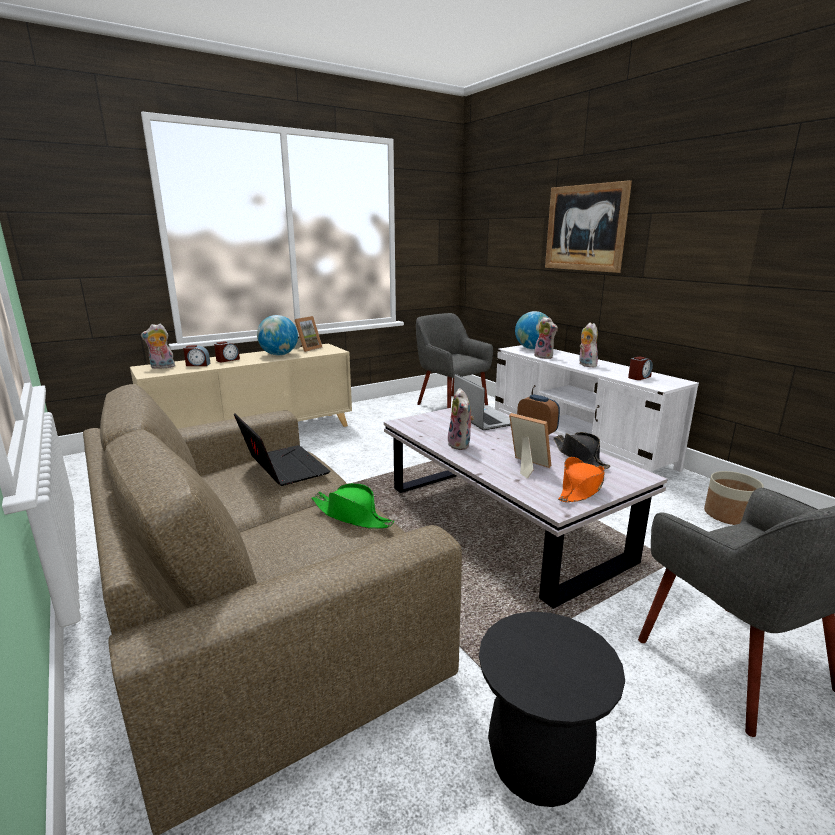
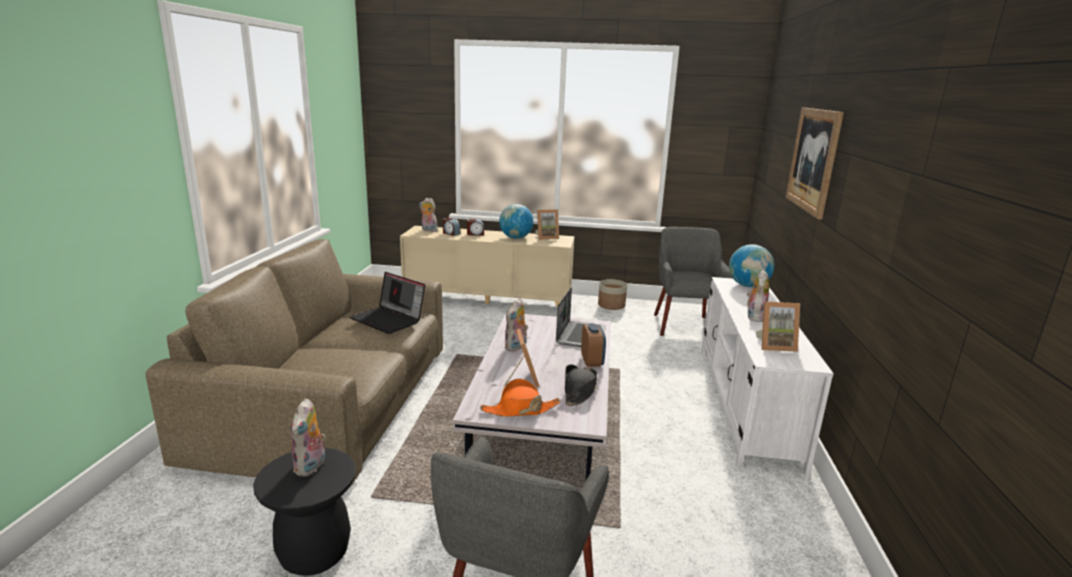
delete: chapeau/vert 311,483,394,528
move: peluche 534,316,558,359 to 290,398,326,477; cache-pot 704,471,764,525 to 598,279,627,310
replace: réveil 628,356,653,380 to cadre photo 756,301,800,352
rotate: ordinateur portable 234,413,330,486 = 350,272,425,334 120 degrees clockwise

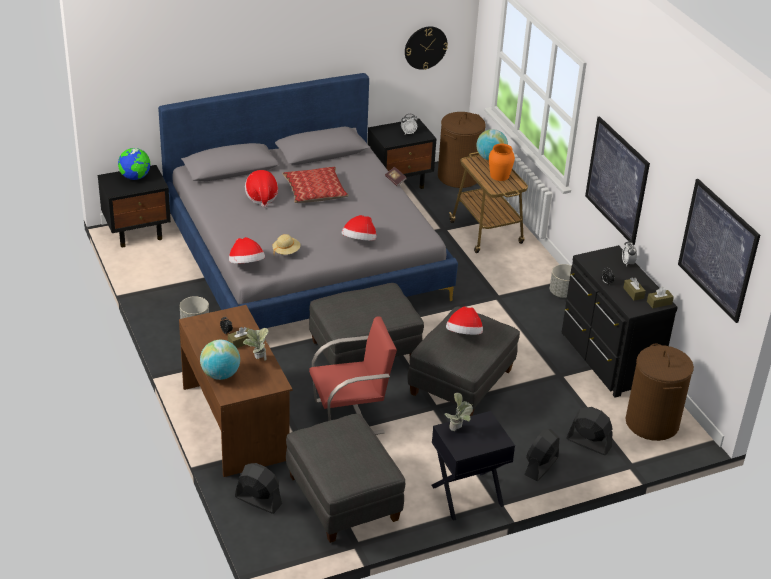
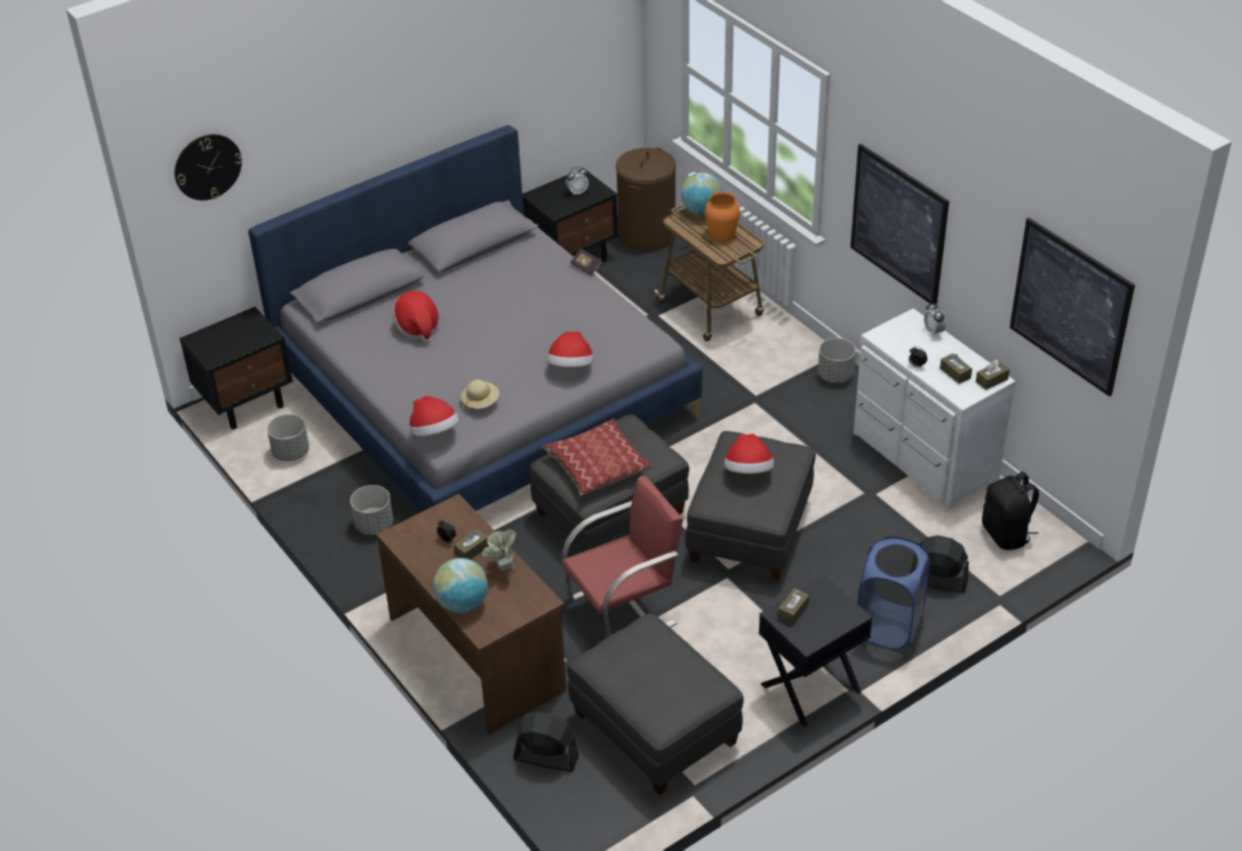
delete: globe 118,148,150,180
insert: cache-pot/gris 267,414,309,461
move: coussin 282,167,349,203 to 542,418,653,496; horloge murale 405,26,448,70 to 175,134,242,200
replace: plante en pot 444,392,473,431 to boîte à mouchoirs/marron 778,588,809,625; ventilateur/noir 524,429,559,481 to panier à linge/bleu 857,536,931,650; panier à linge/marron 625,343,694,441 to sac à dos/noir 982,472,1039,550
recolor: commode/noir 562,245,678,398 to commode/blanc 854,308,1016,509

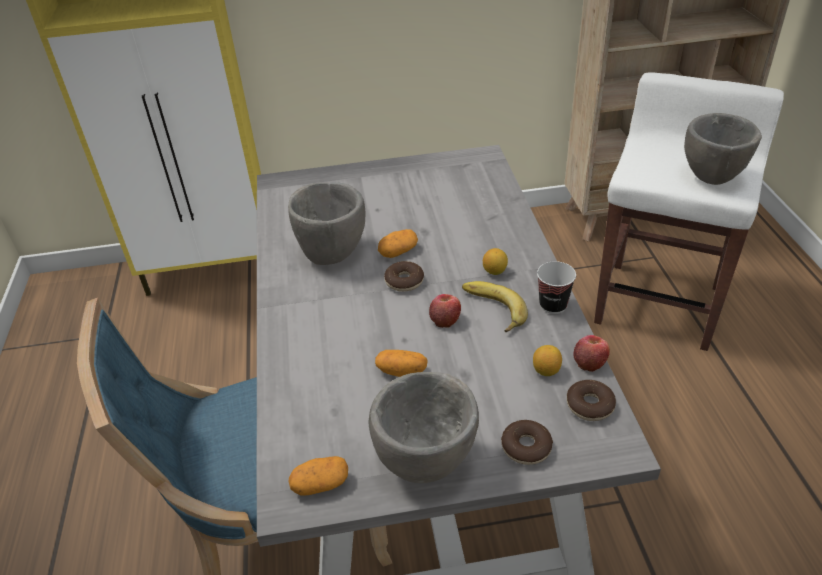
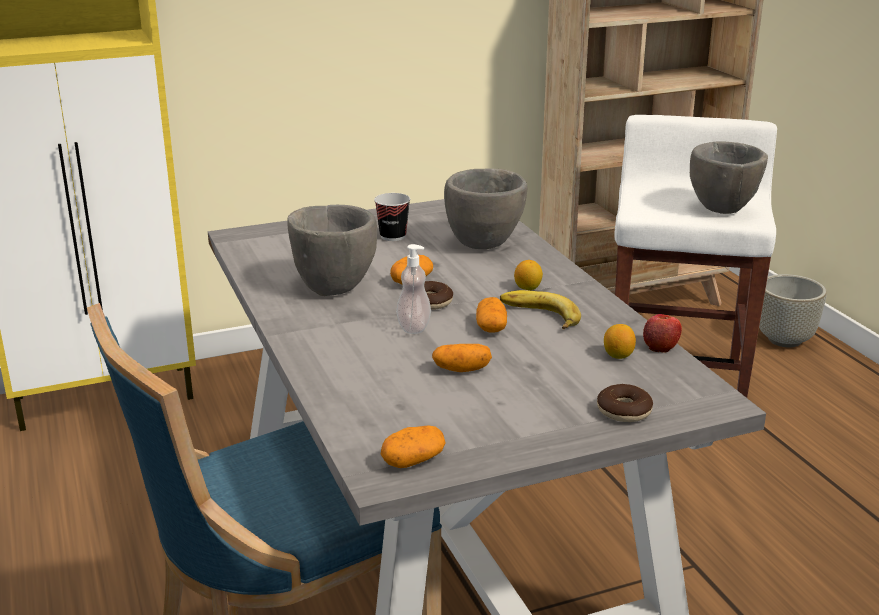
delete: beignet 567,380,616,421
insert: distributeur de savon 396,244,431,334; cache-pot/gris 759,274,827,347
move: bol/gris 368,372,479,483 to 444,168,527,249; tasse 537,261,576,314 to 374,193,410,241
replace: pomme 429,294,461,328 to pomme de terre 476,297,507,333

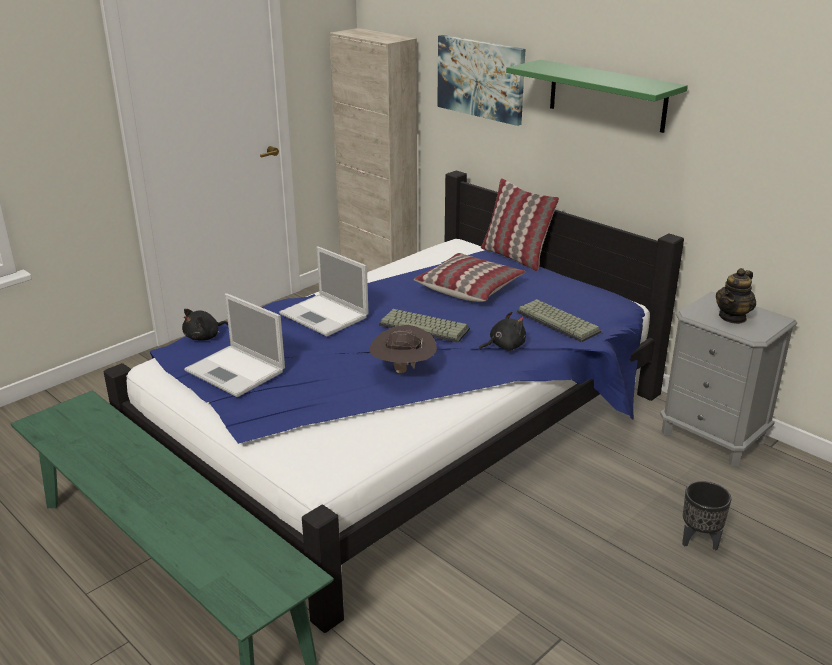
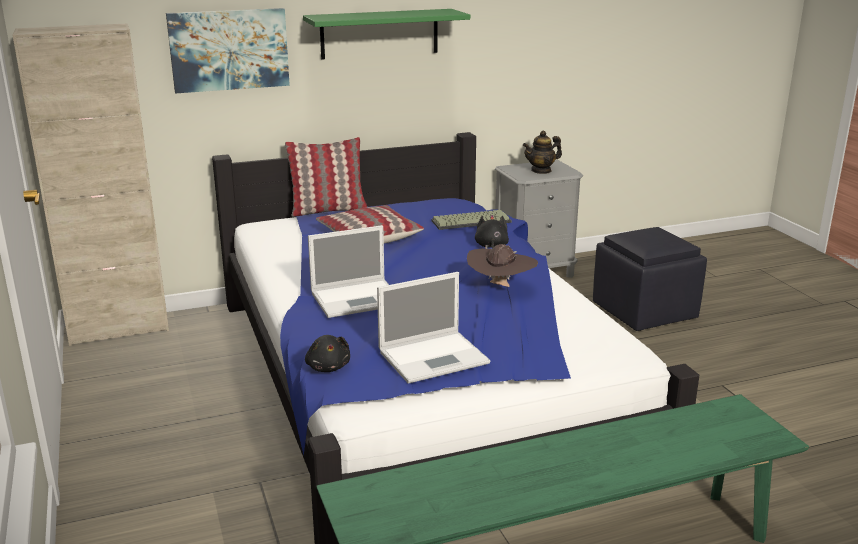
delete: clavier 379,309,470,343
replace: cache-pot/noir 682,481,731,550 to pouf/noir 593,227,707,331
rotate: théière 716,268,756,324 = 523,131,562,174 90 degrees clockwise

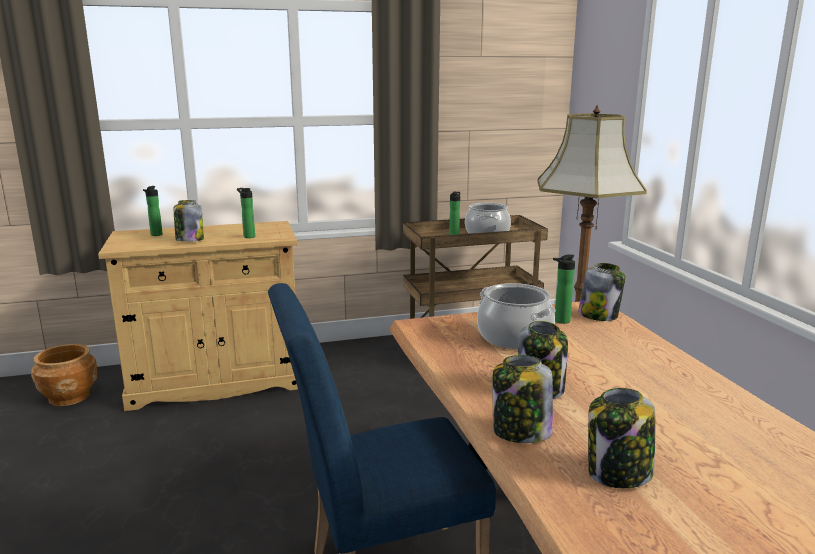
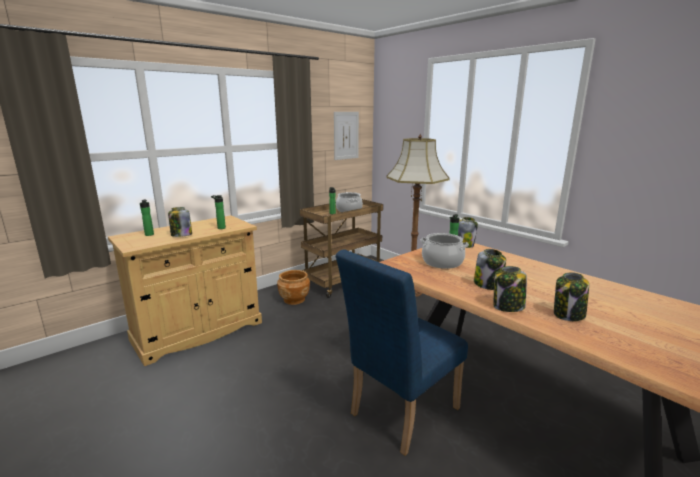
insert: tableau 334,112,359,160
move: cache-pot/marron 31,344,97,406 to 277,270,310,305

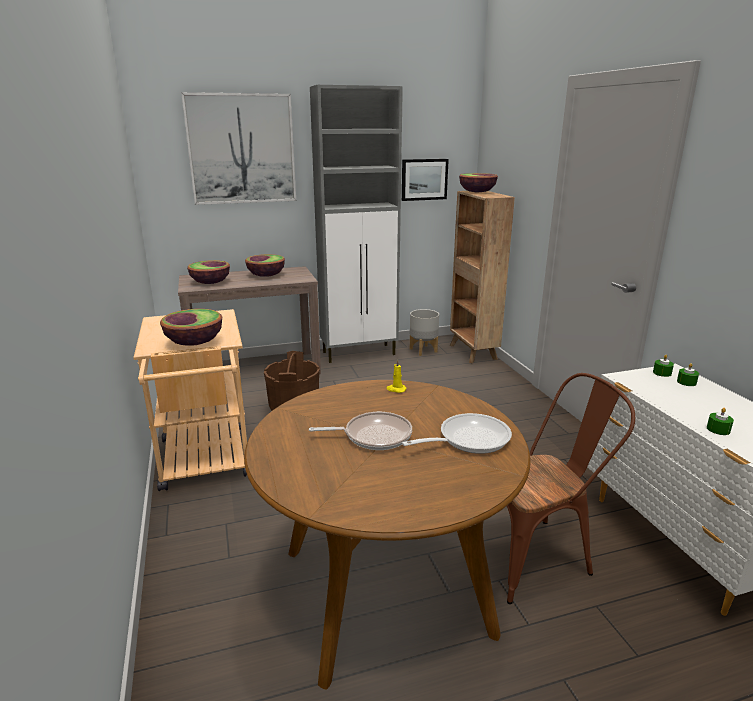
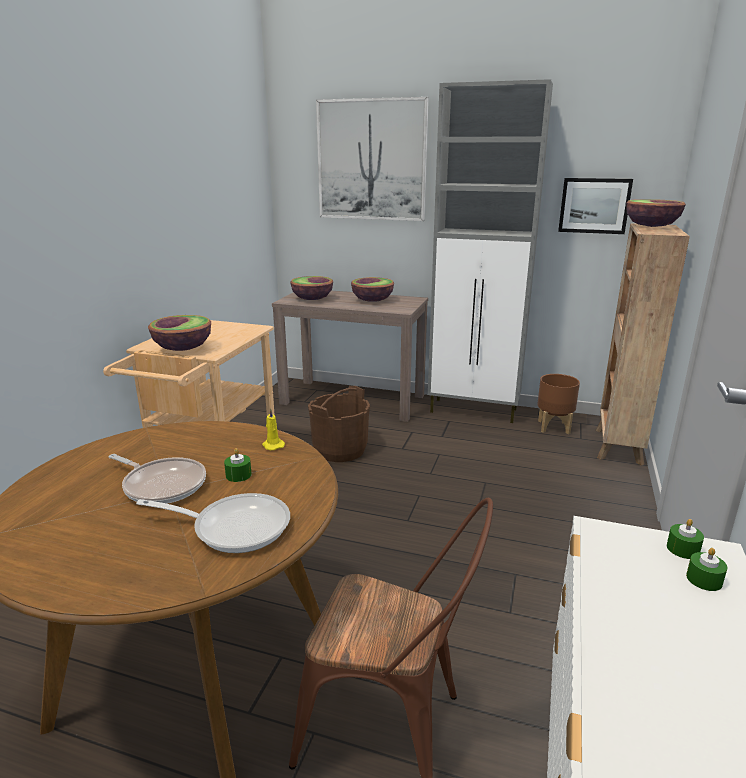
move: bougie/vert 707,408,734,435 to 224,448,252,482
recolor: cache-pot/gris 410,309,439,356 to cache-pot/marron 537,374,580,434

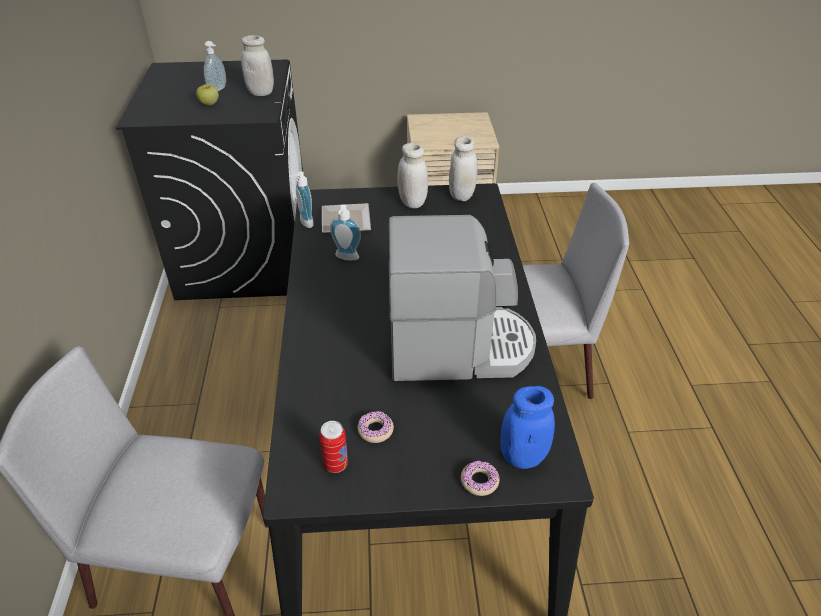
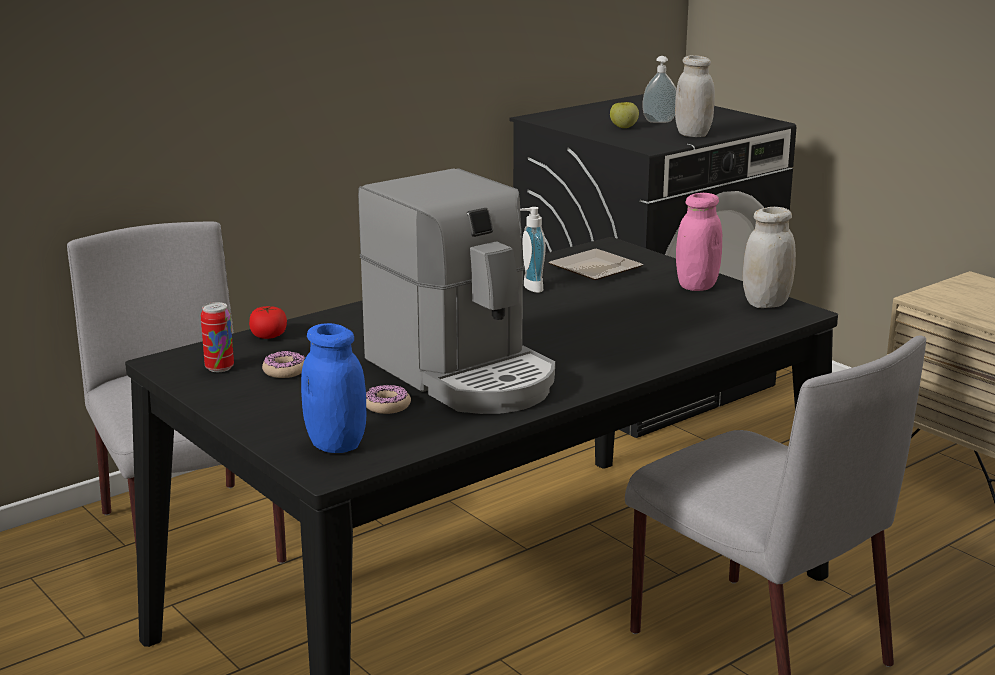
delete: distributeur de savon 289,171,314,228
insert: tomate 249,306,287,339
move: beignet 461,461,500,496 to 366,384,411,414
recolor: bocal/blanc 397,143,428,208 to bocal/rose 676,193,722,291

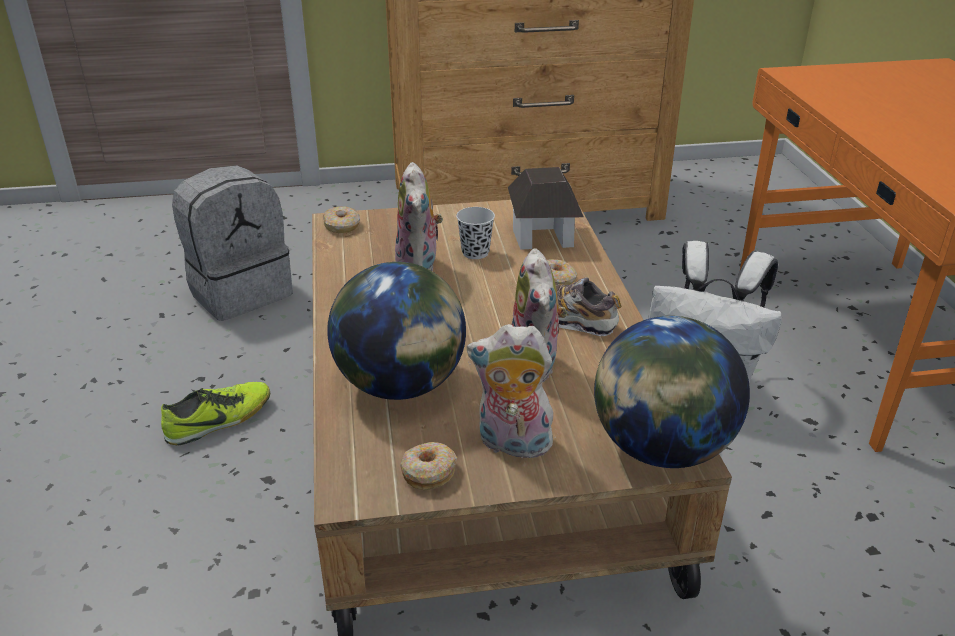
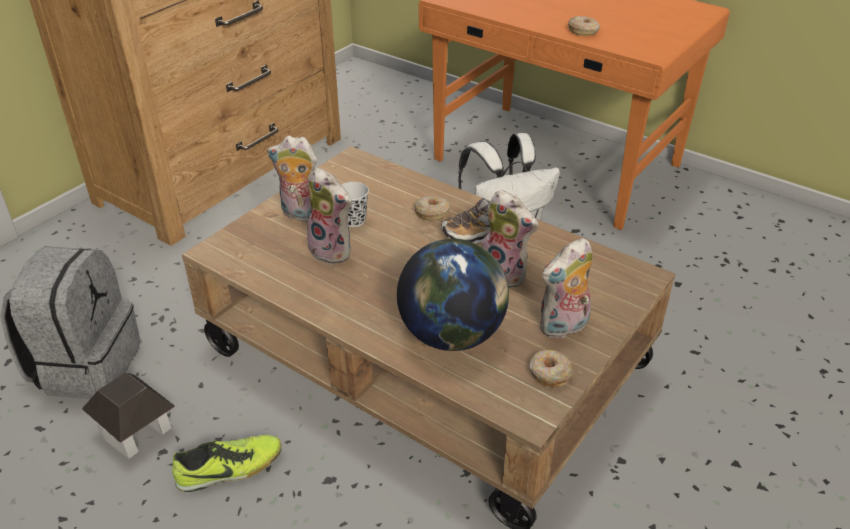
delete: globe 594,316,750,468
insert: peluche 267,136,317,222
move: beignet 323,206,360,233 to 568,16,600,36; maison miniature 508,167,584,250 to 82,372,175,459
rotate: chaussure 161,382,270,445 = 172,435,281,492 60 degrees clockwise

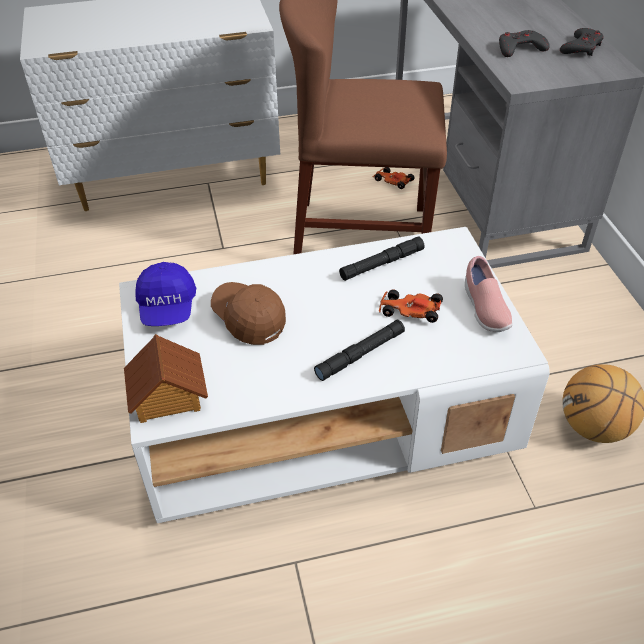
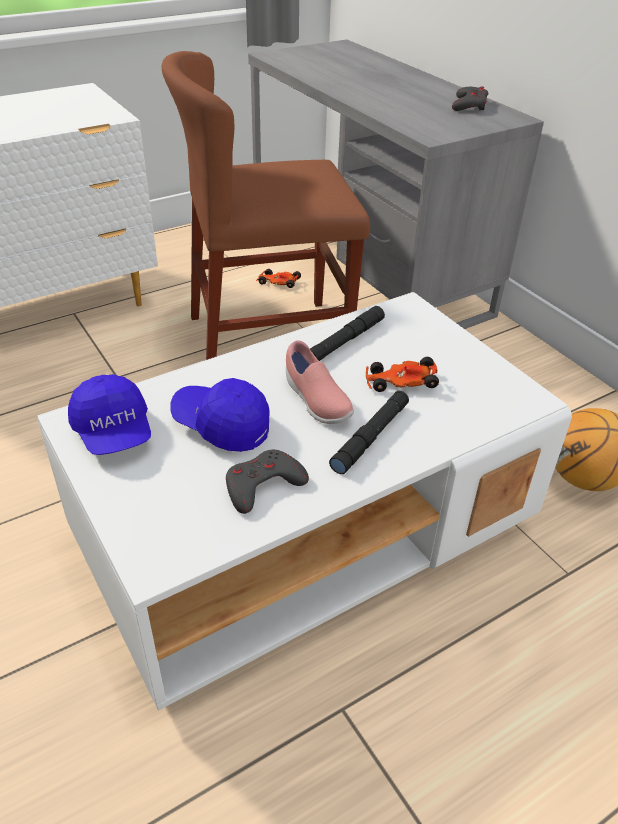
delete: maison miniature 124,334,208,423
move: chaussure/rose 465,256,513,332 to 286,340,354,424; manette/gris 499,30,550,57 to 226,450,309,514
recolor: casquette/marron 211,282,286,345 to casquette/bleu 170,378,270,452

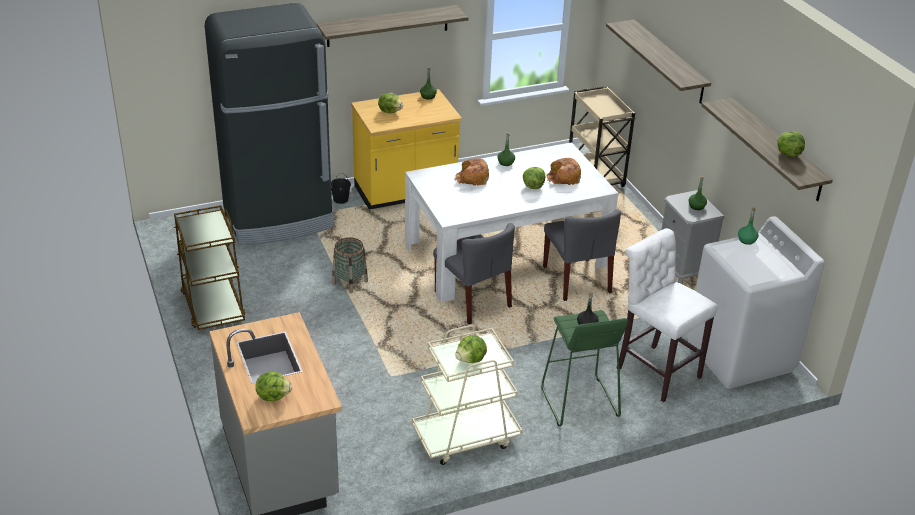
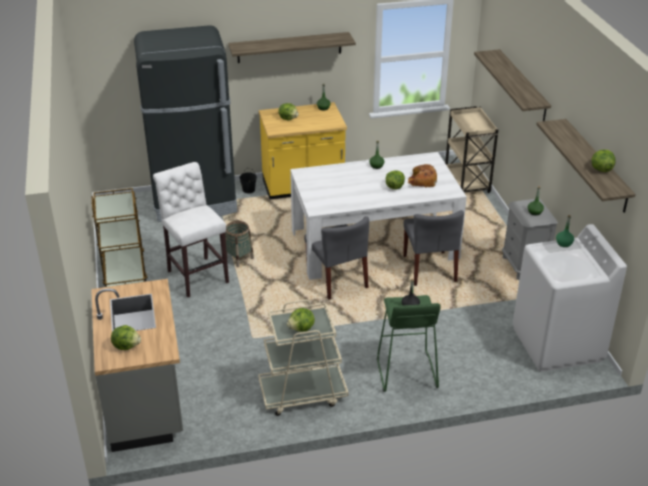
delete: pain 454,158,489,186
move: tabouret/blanc 619,228,718,402 to 153,162,229,297

